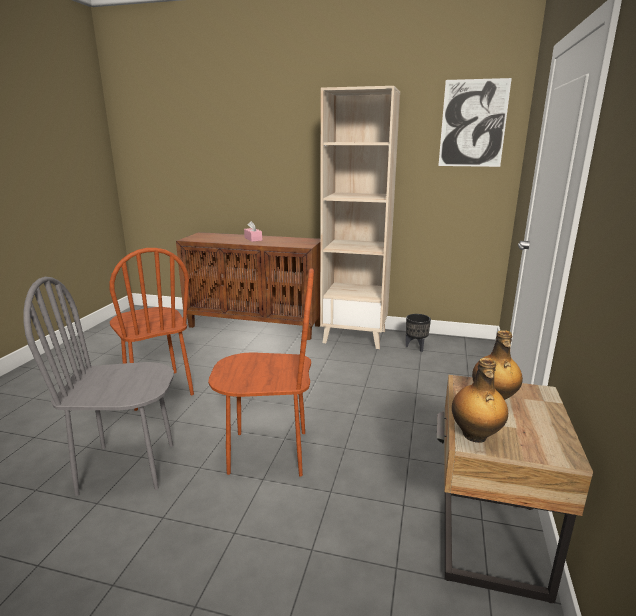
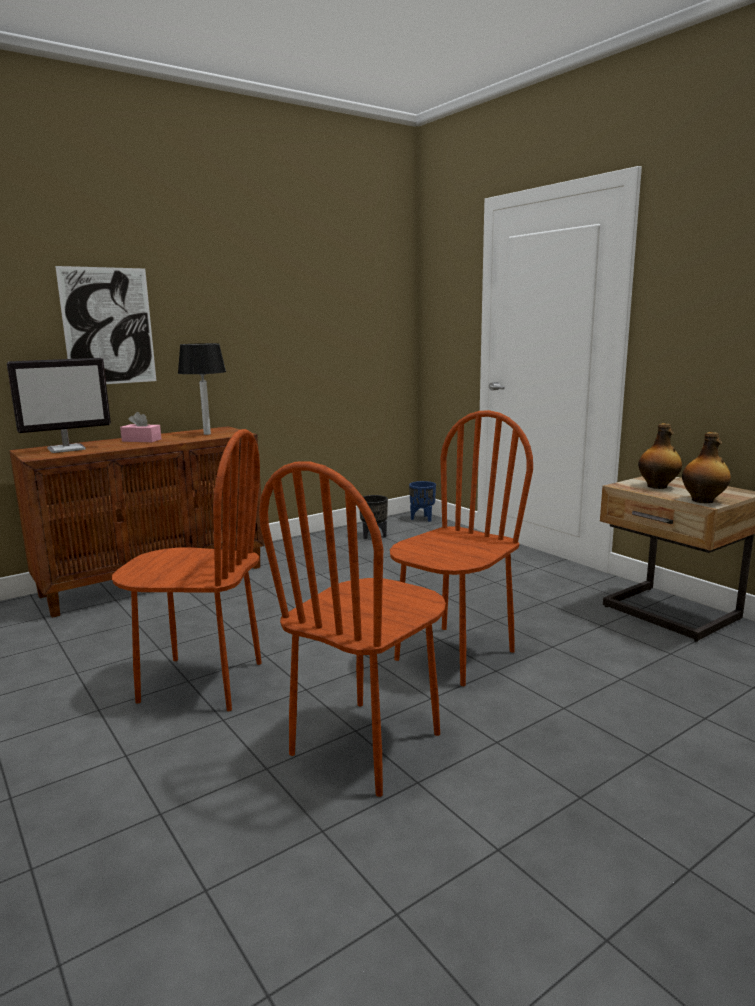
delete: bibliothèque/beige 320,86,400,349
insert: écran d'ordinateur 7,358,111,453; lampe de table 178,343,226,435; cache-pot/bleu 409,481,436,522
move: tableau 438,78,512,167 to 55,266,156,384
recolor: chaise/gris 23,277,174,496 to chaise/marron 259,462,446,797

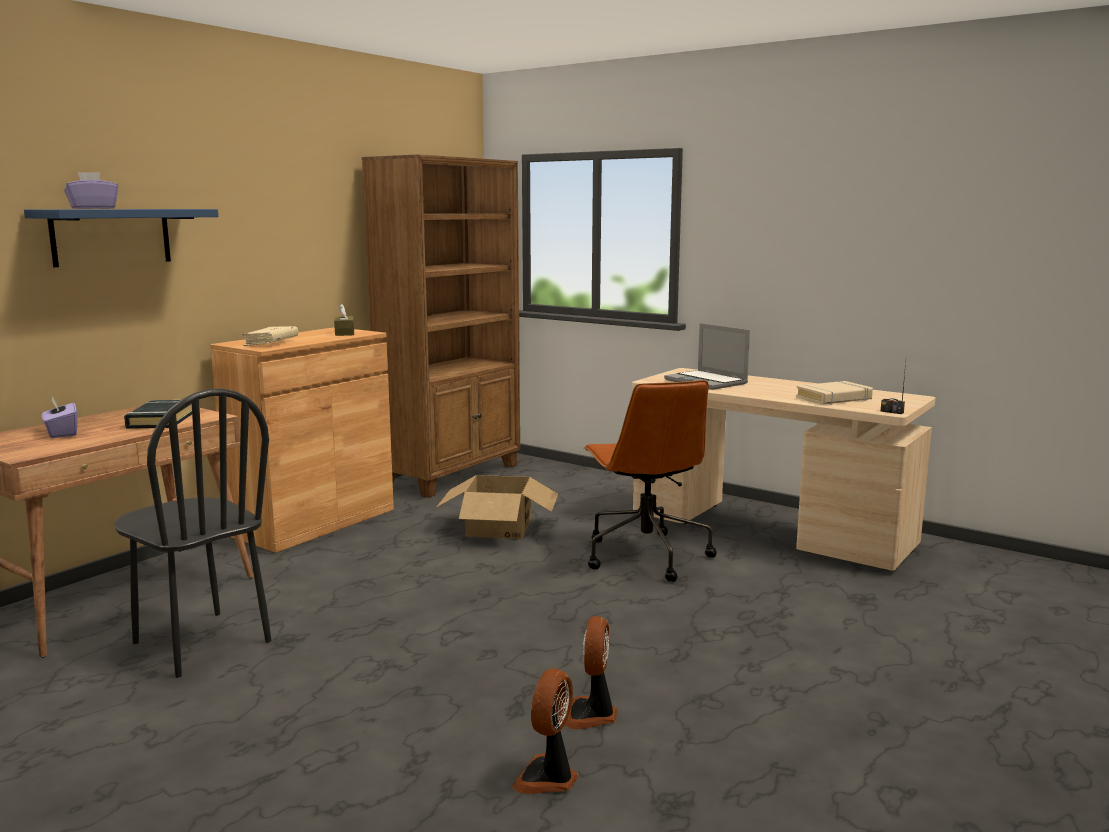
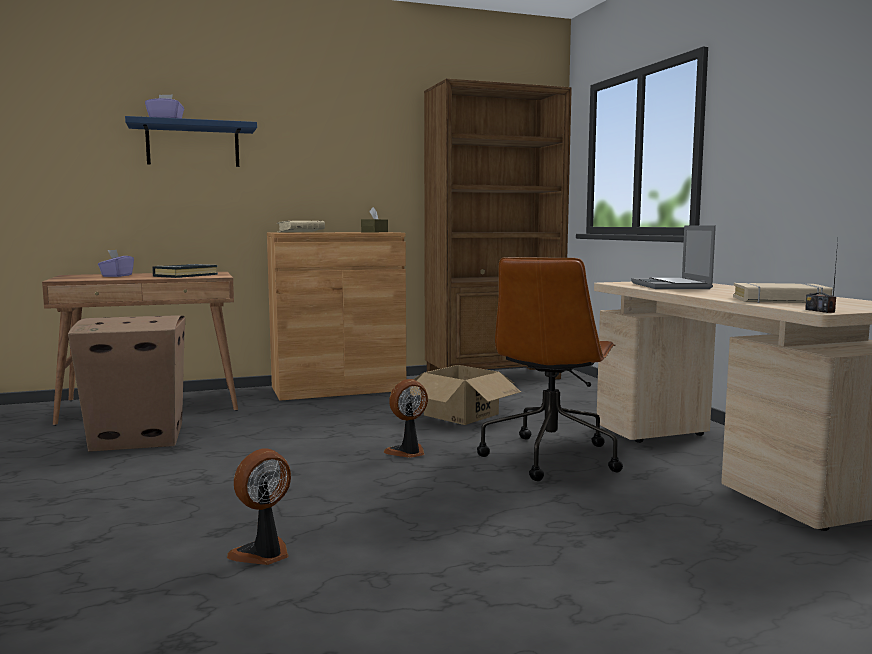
move: ventilateur 512,668,578,794 to 384,379,428,458
replace: chaise/noir 114,388,272,678 to carton 68,315,185,452

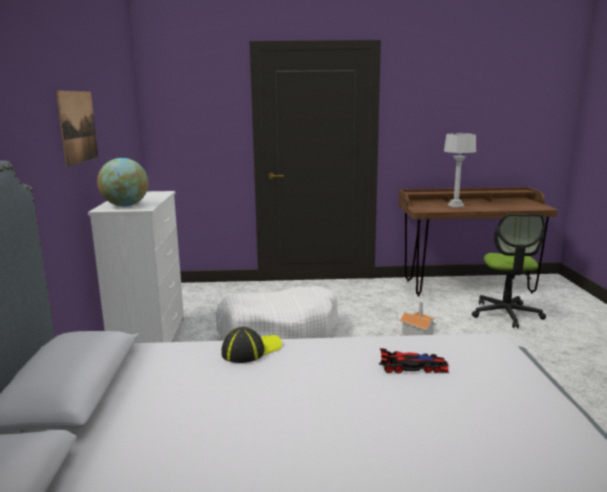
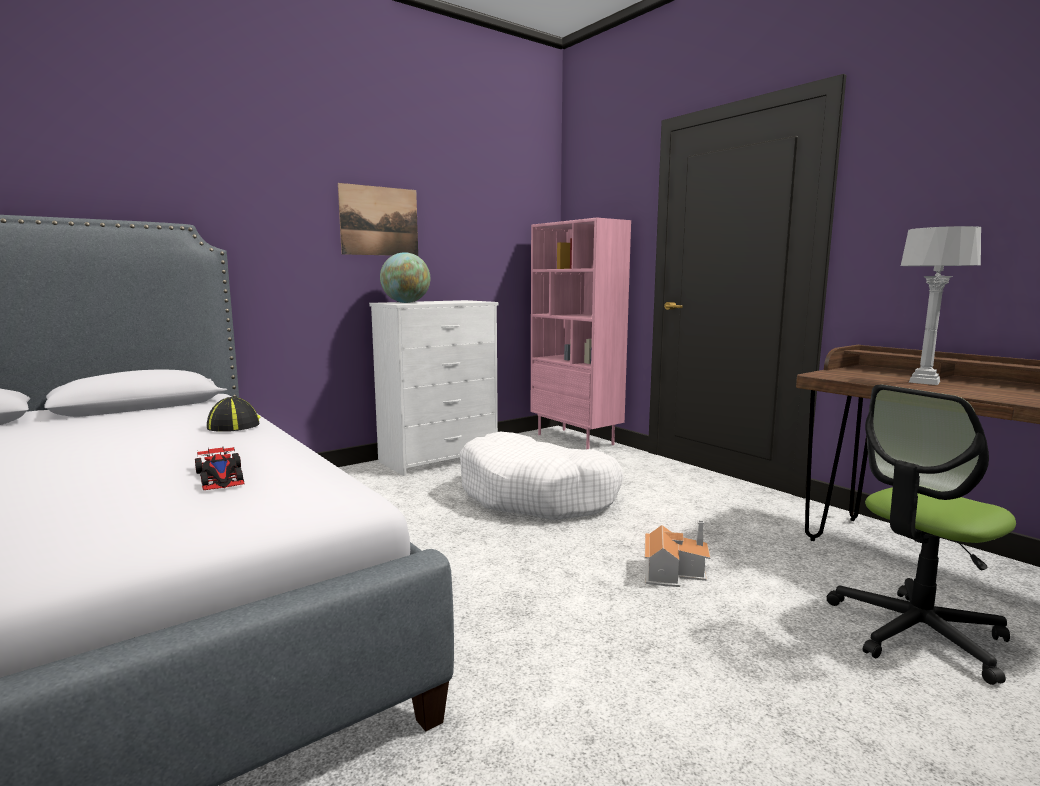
insert: bibliothèque/rose 531,218,631,449
rotate: casquette 221,327,282,363 = 207,397,261,432 120 degrees counterclockwise

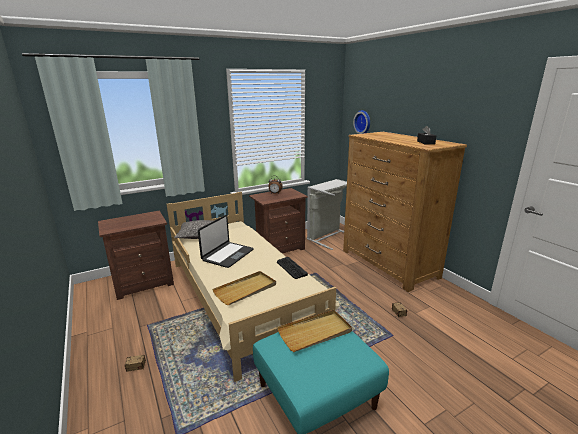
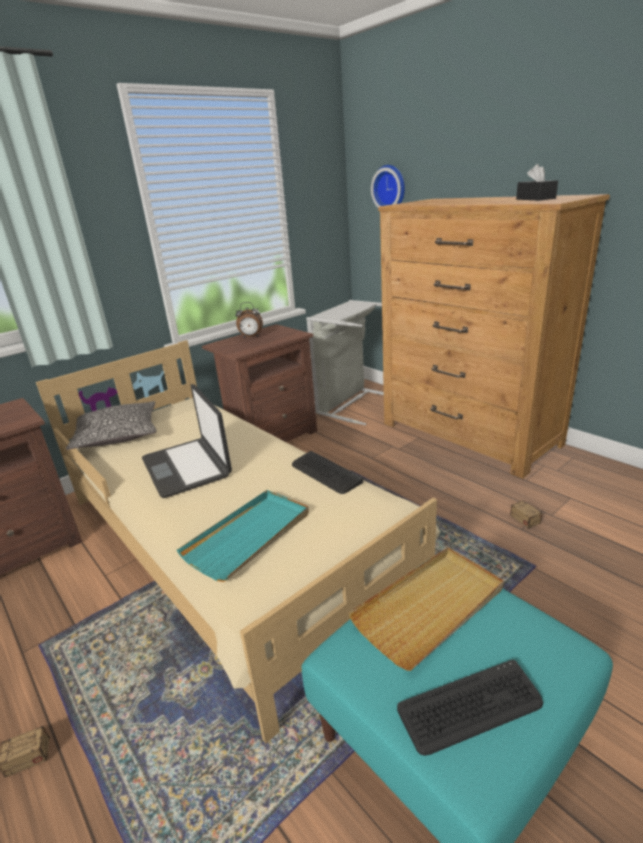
insert: clavier 397,660,543,756
recolor: plateau/beige 212,271,276,305 to plateau/turquoise 177,490,309,582
rotate: ordinateur portable 198,215,254,268 = 142,384,232,498 135 degrees clockwise

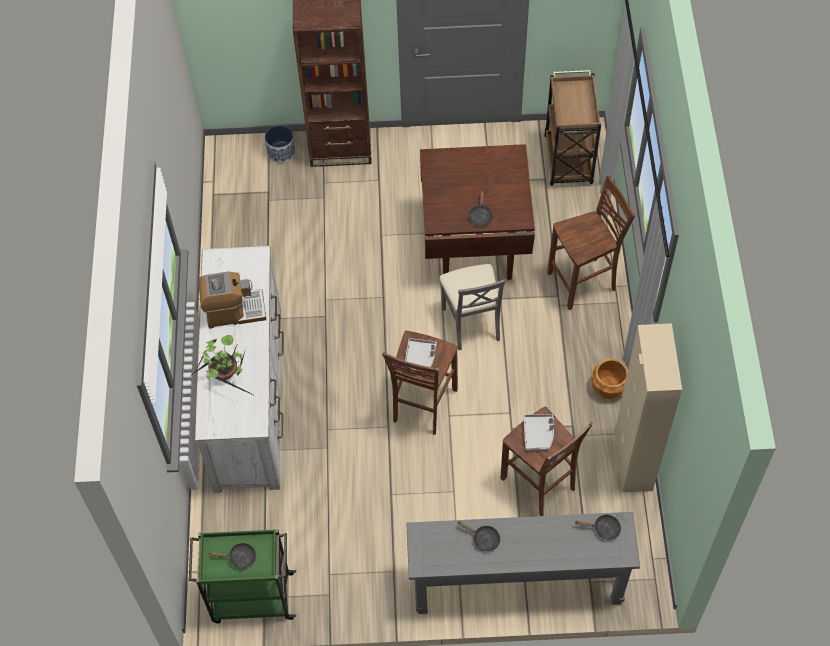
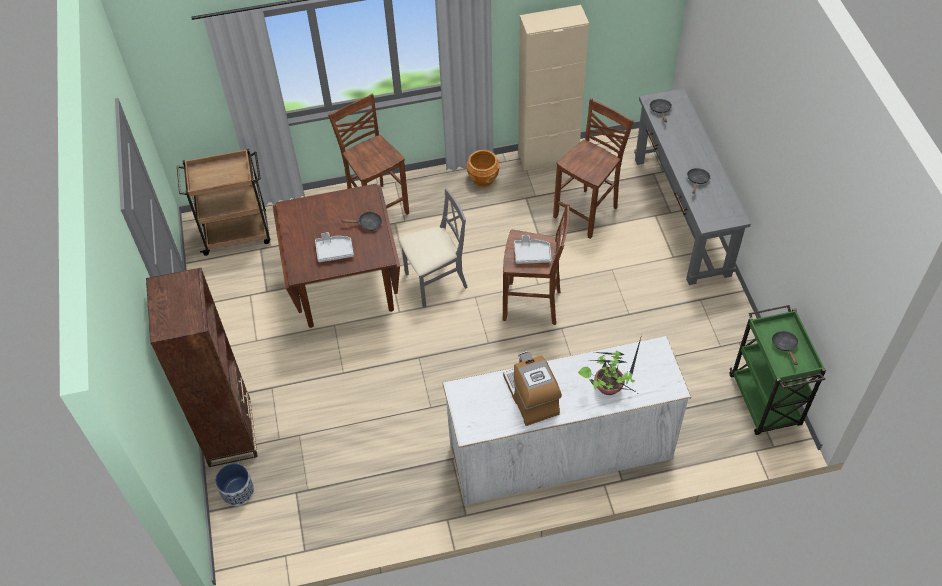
move: plateau/gris 524,414,554,450 to 315,232,354,262

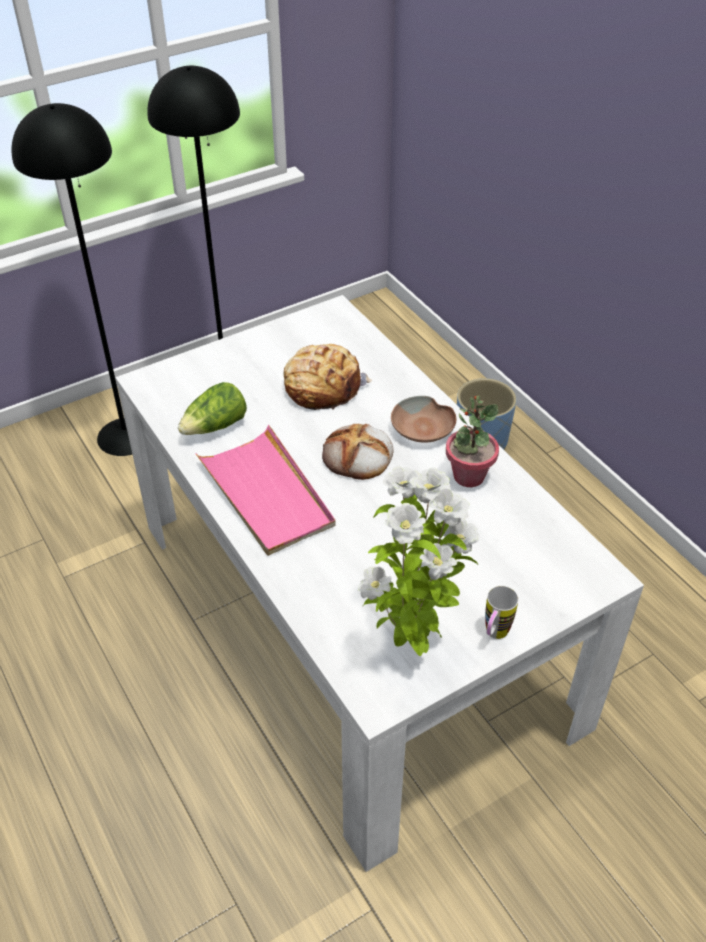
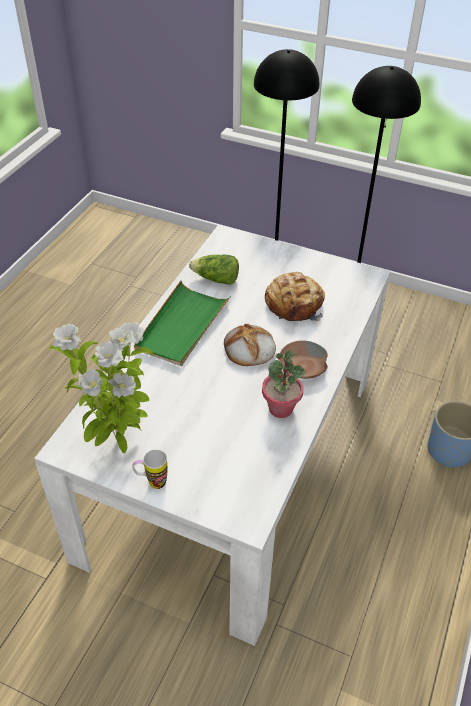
recolor: plateau/rose 195,425,336,556 to plateau/vert 134,280,231,366

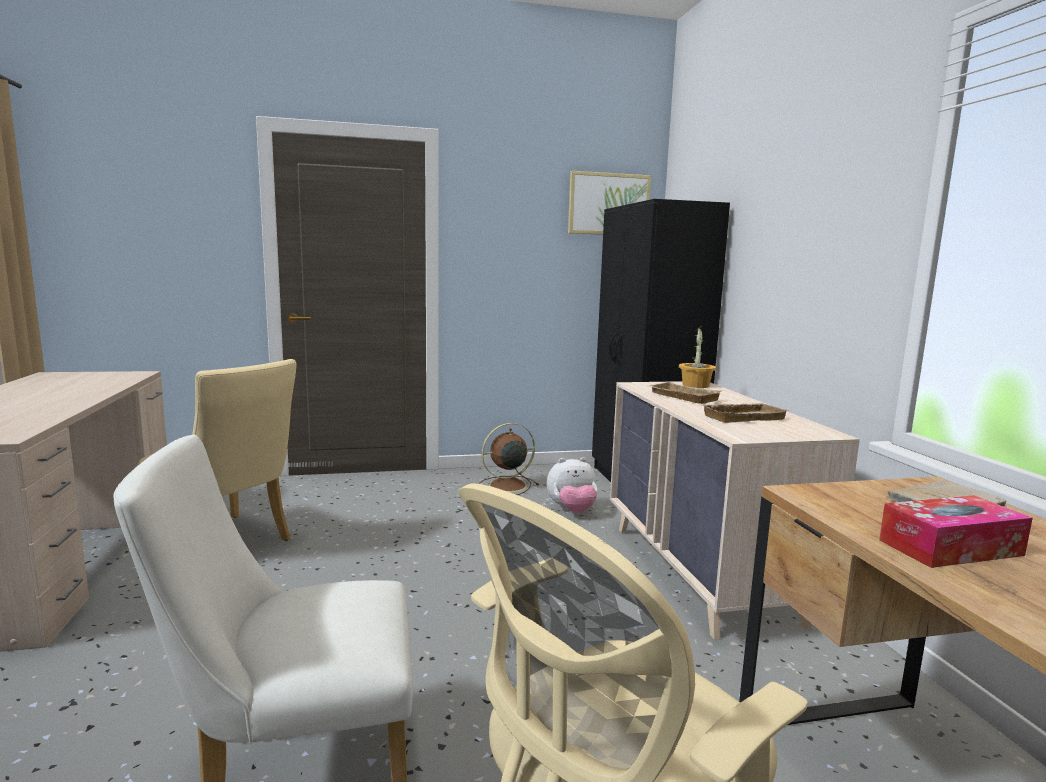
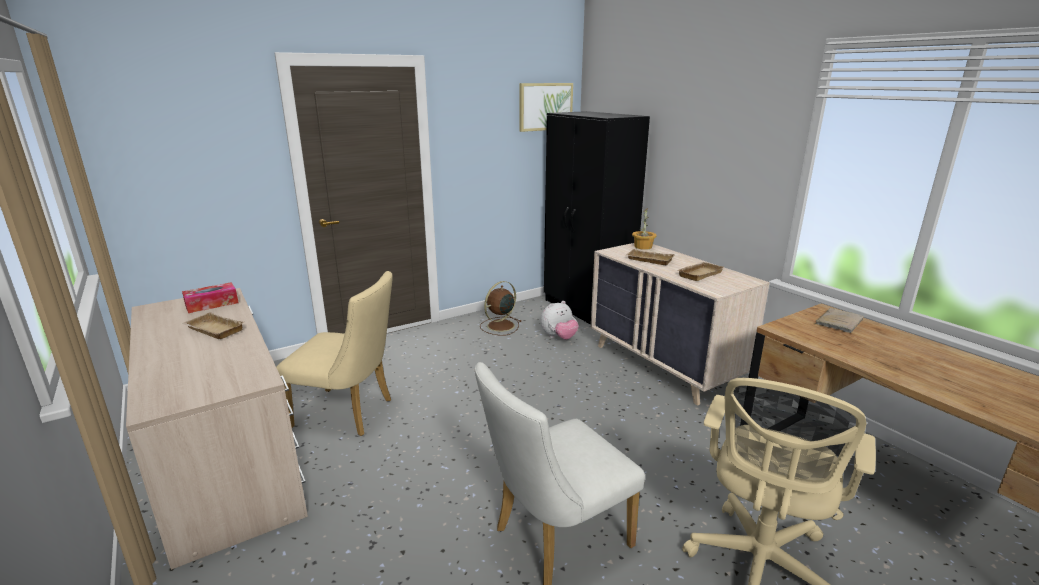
insert: plateau/beige 182,312,244,339
move: boîte à mouchoirs 879,495,1033,568 to 182,282,239,313

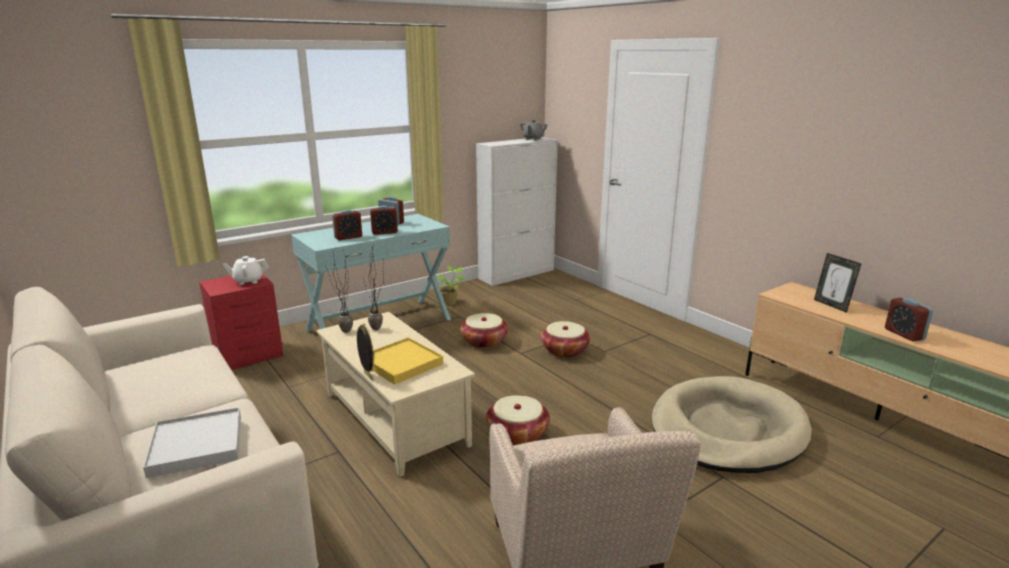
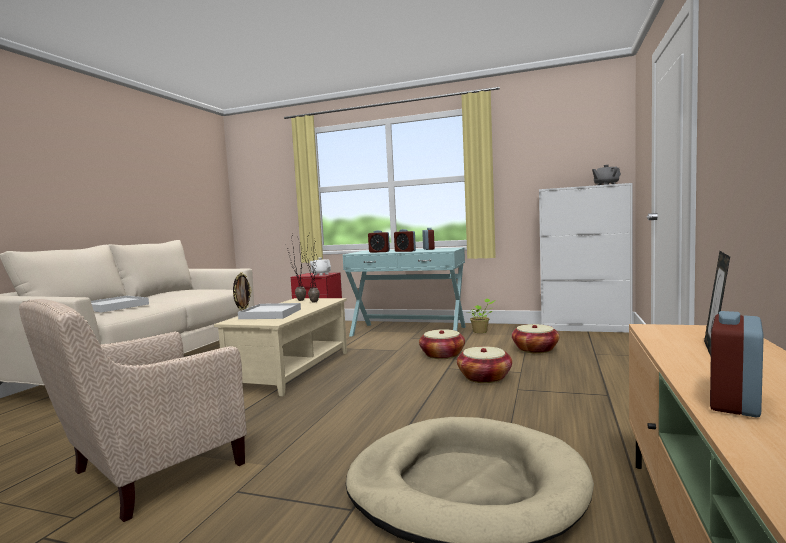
move: panier 486,395,550,446 to 512,324,559,354
recolor: plateau/jaune 372,337,443,385 to plateau/blanc 238,303,301,319

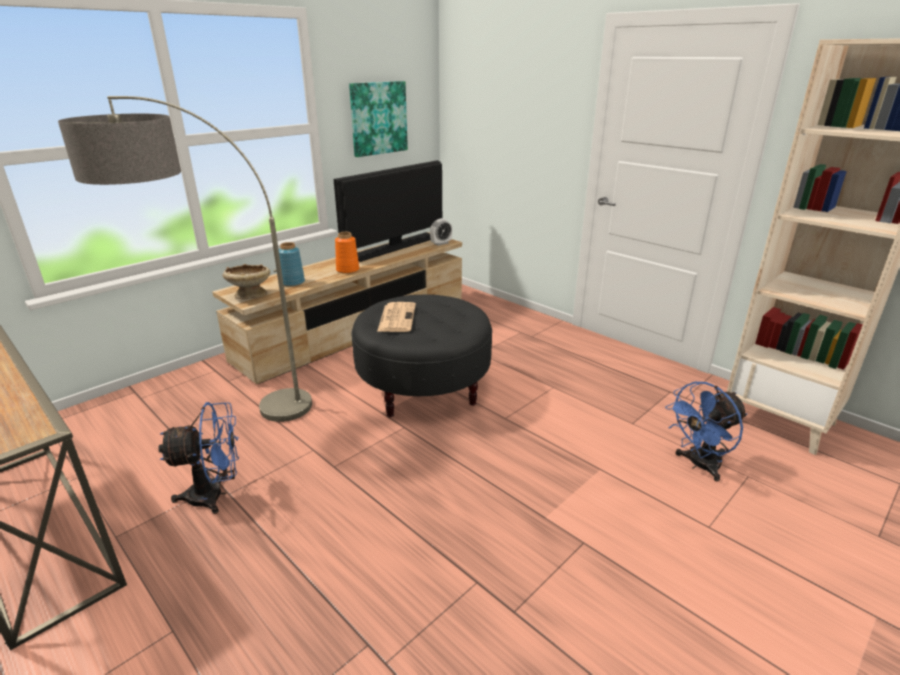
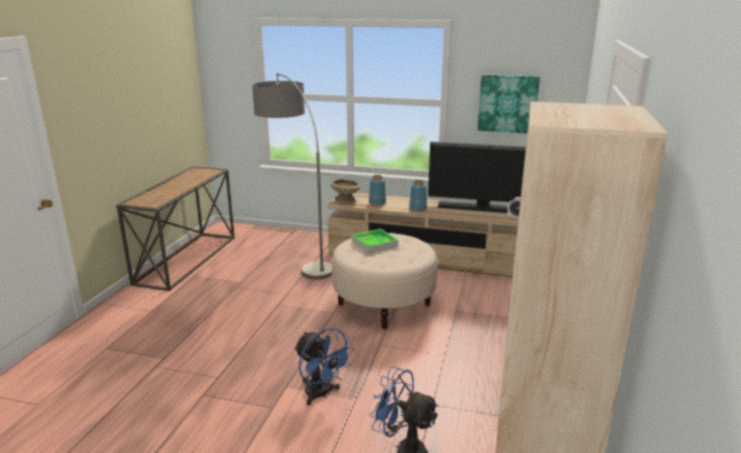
move: ventilateur/bleu 158,402,239,514 to 294,328,354,406
replace: journal 377,302,416,332 to plateau 351,229,398,253
recolor: vase/orange 335,232,359,274 to vase/bleu 409,180,427,212; pouf/noir 351,294,492,417 to pouf/beige 332,233,438,329

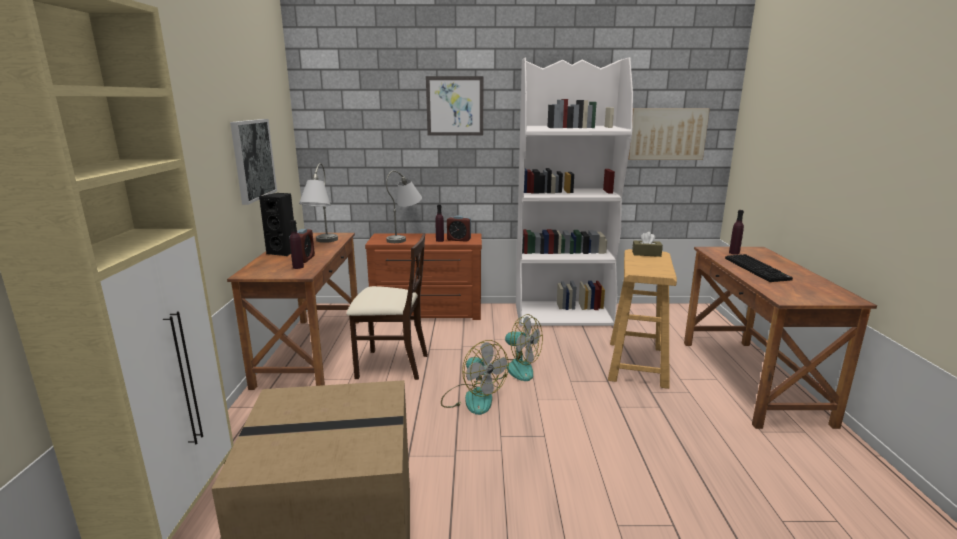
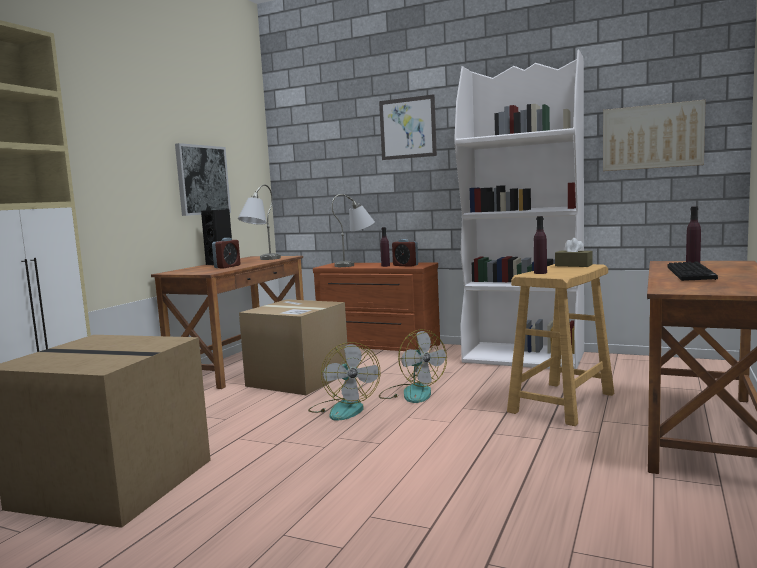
move: bouteille/violet 290,220,304,269 to 534,216,547,274
replace: chaise/beige 347,233,428,380 to carton 239,299,347,395

